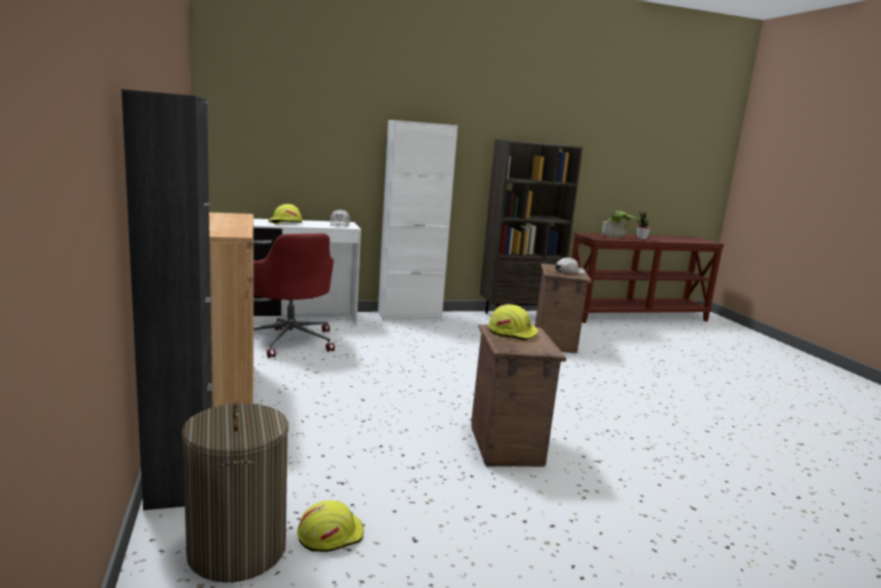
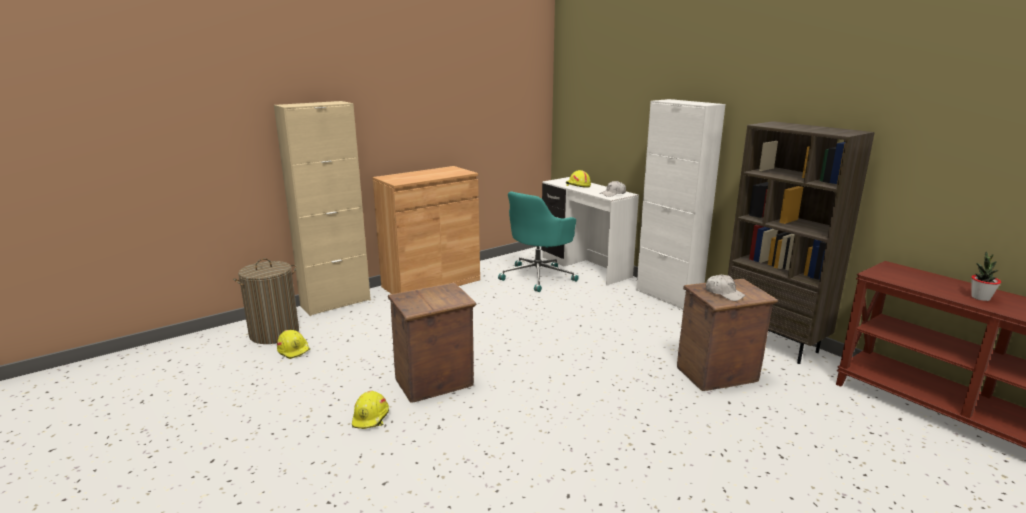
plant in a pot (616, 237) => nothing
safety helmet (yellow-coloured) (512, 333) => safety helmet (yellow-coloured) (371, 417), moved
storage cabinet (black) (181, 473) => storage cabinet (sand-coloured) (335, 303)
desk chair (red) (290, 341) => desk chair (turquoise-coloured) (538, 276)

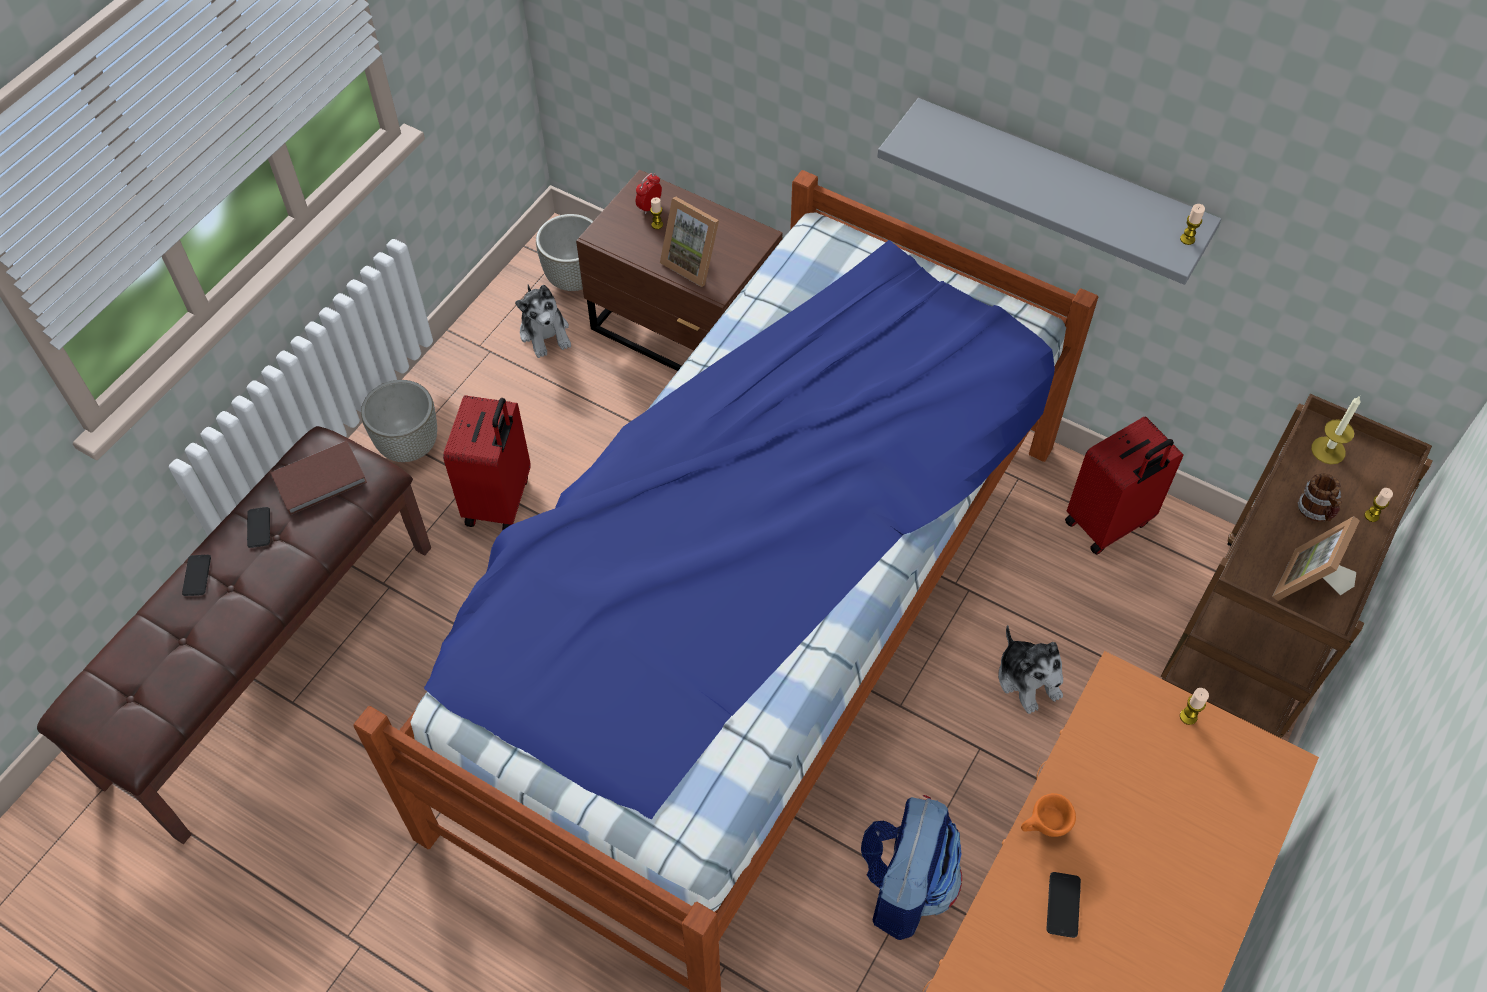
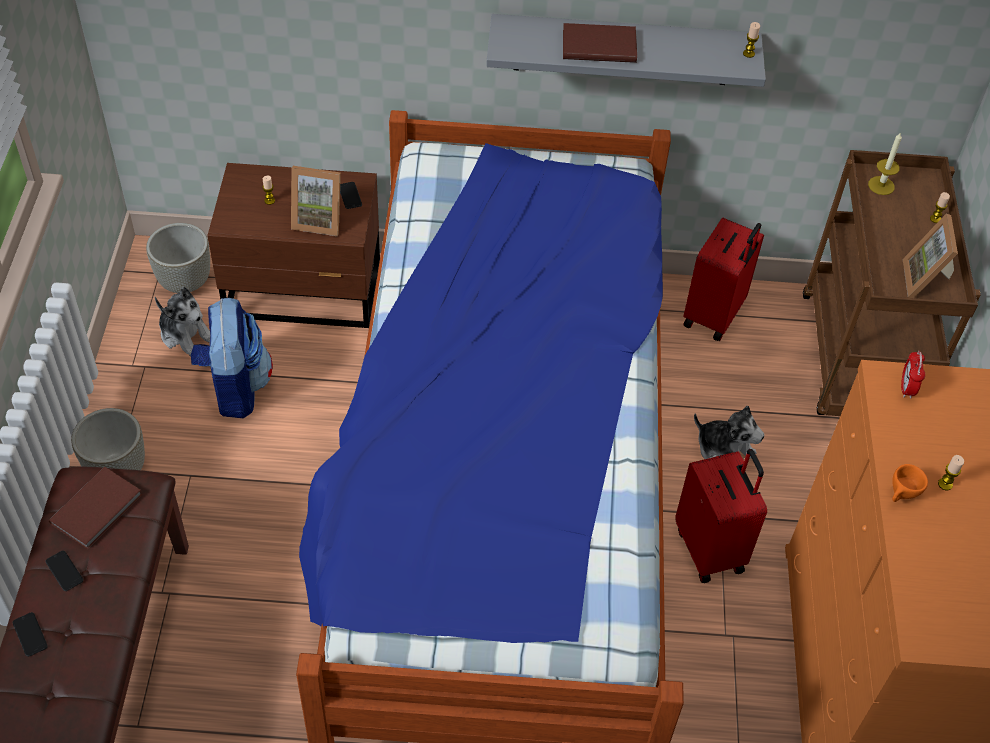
coffee mug (1316, 512) => nothing
nothing => volume (brown-coloured) (598, 45)
travel case (red) (500, 500) => travel case (red) (711, 549), moved
alarm clock (649, 206) => alarm clock (906, 388), moved
knapsack (904, 885) => knapsack (235, 387), moved
phone (1063, 905) => phone (350, 196), moved
wax light (1188, 716) => wax light (945, 484), moved

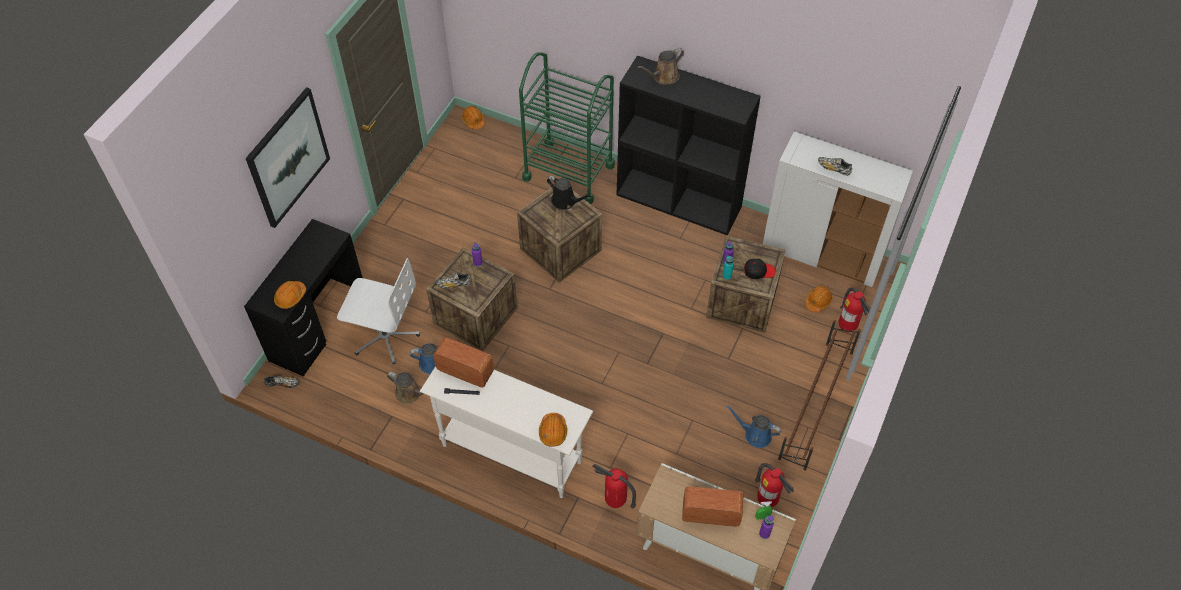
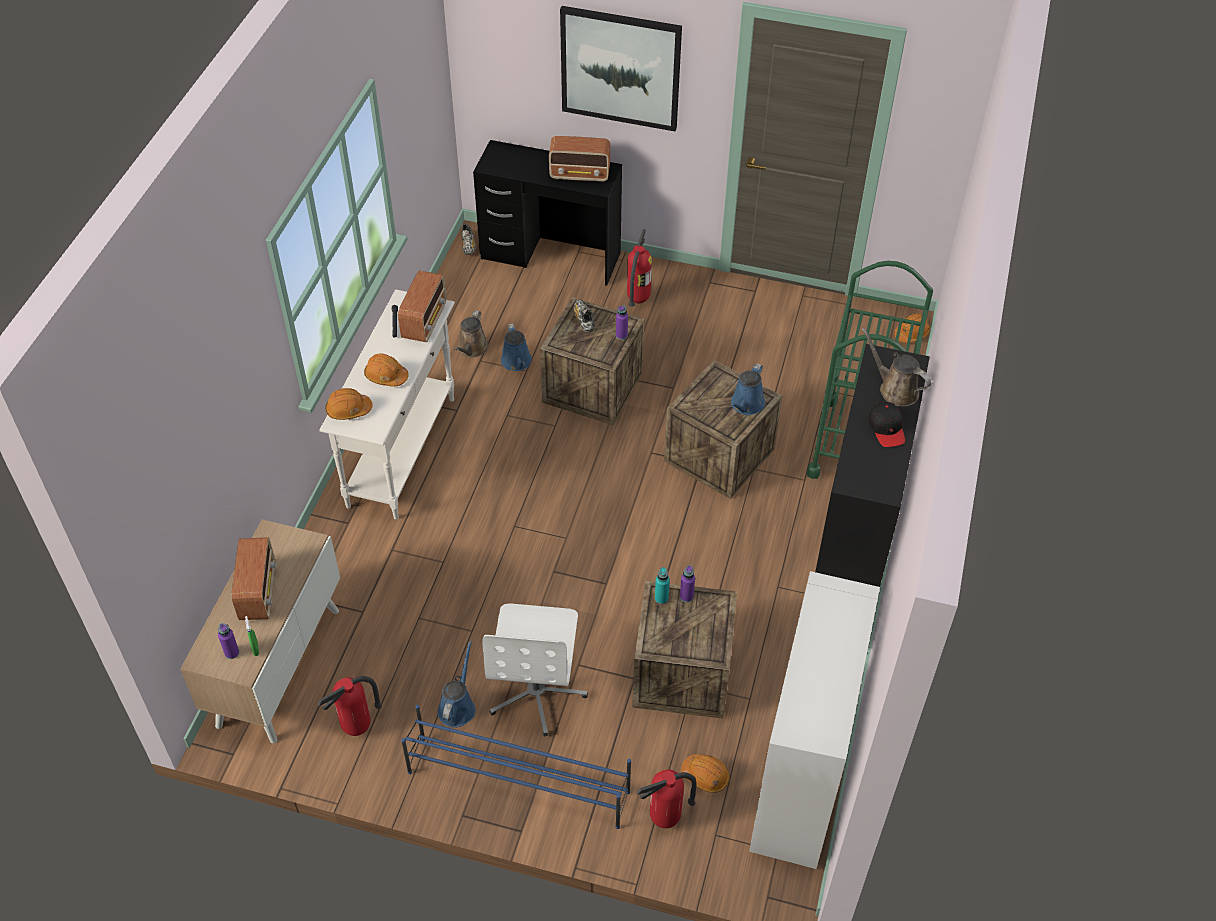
shoe (833, 169) => nothing
nothing => radio receiver (580, 174)
safety helmet (orangey) (290, 297) => safety helmet (orangey) (386, 376), moved
desk chair (whitish) (385, 336) => desk chair (whitish) (537, 692), moved
fire-fighting cylinder (615, 502) => fire-fighting cylinder (637, 299), moved
peaked cap (black) (758, 271) => peaked cap (black) (886, 428), moved
watering can (black) (565, 201) => watering can (bluish) (746, 405)
shoe rack (brown-coloured) (815, 405) => shoe rack (bluish) (517, 781)

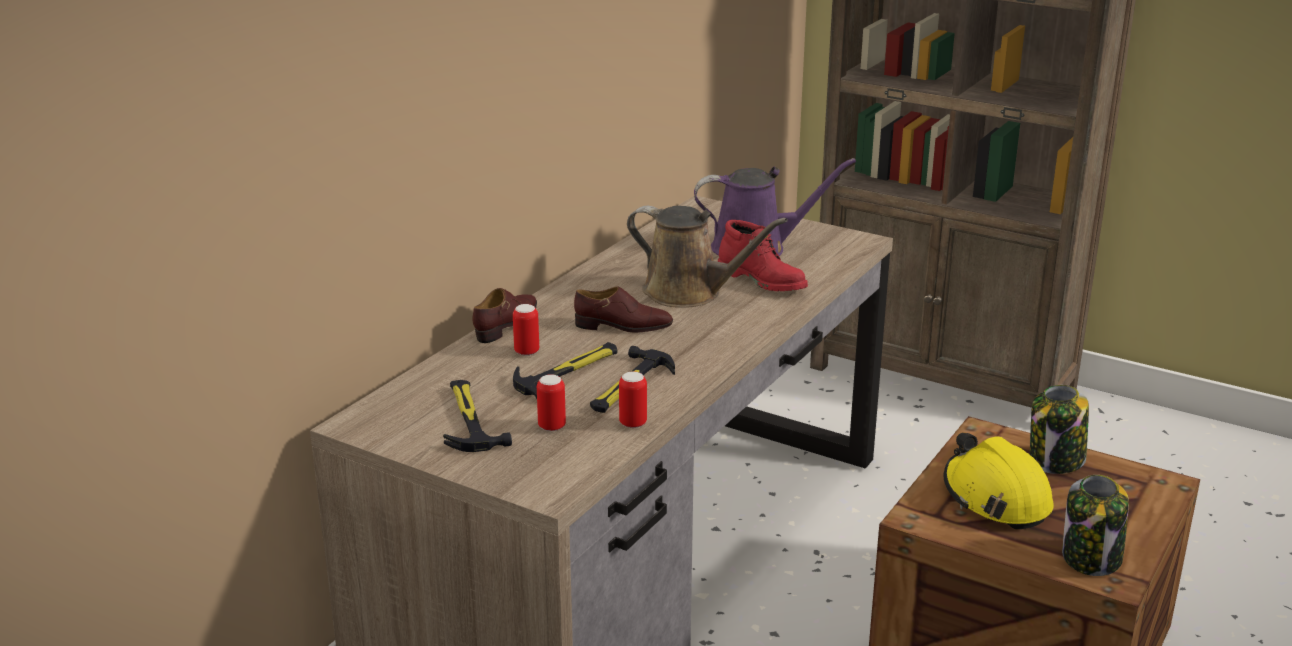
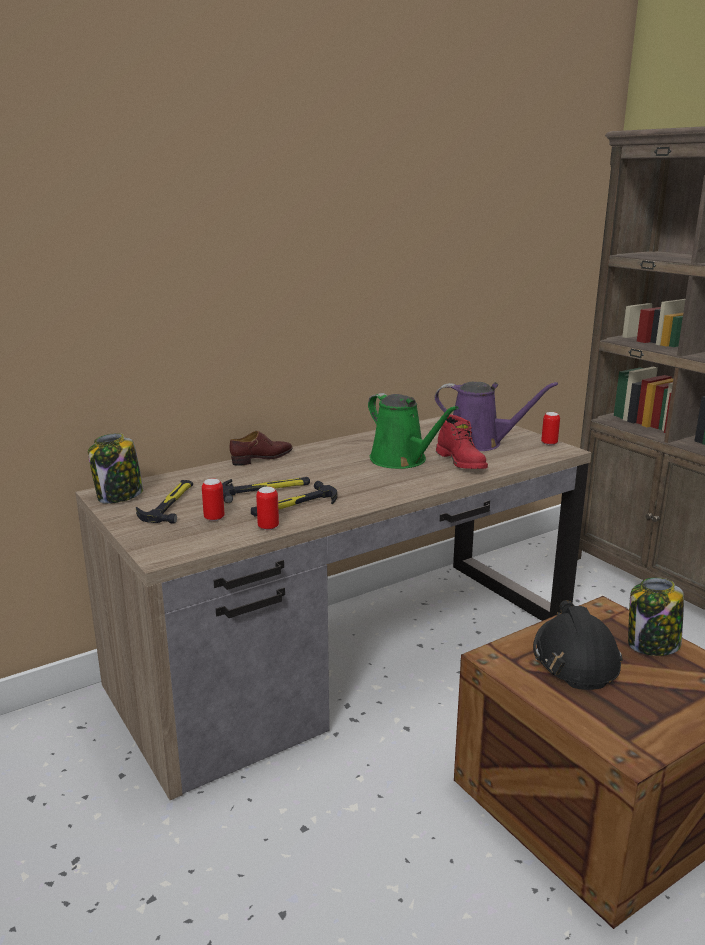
shoe (brown-coloured) (623, 326) => nothing
metal can (526, 352) => metal can (549, 443), moved
preserve jar (1091, 558) => preserve jar (119, 496), moved
watering can (brown-coloured) (689, 293) => watering can (green) (402, 460)
safety helmet (yellow-coloured) (995, 498) => safety helmet (black) (575, 659)

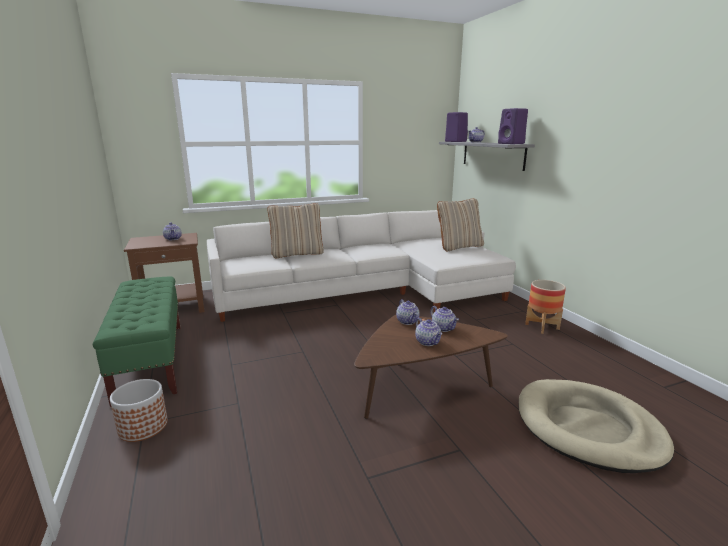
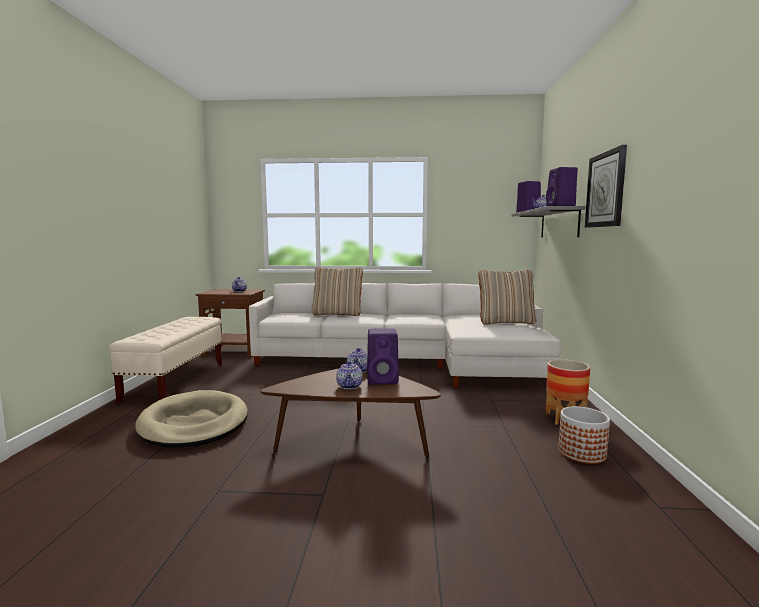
nothing => hanging clock (606, 190)
planter (143, 426) => planter (581, 453), moved
pet bed (sand-coloured) (588, 428) => pet bed (sand-coloured) (194, 424), moved
tea pot (444, 328) => speaker (purple) (383, 380)
bench (green) (151, 361) => bench (sand-coloured) (176, 381)

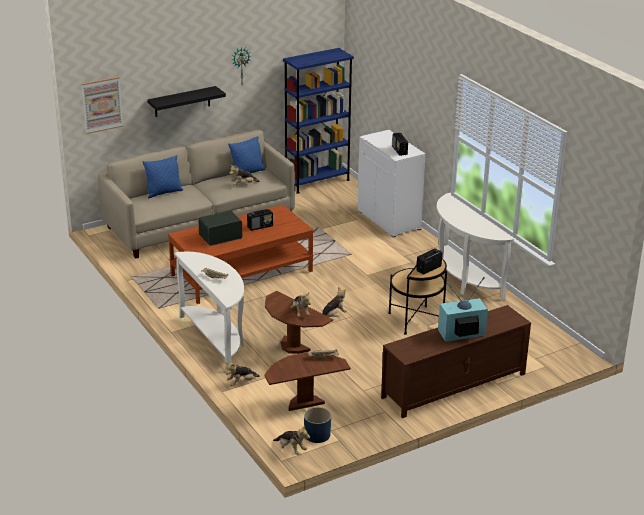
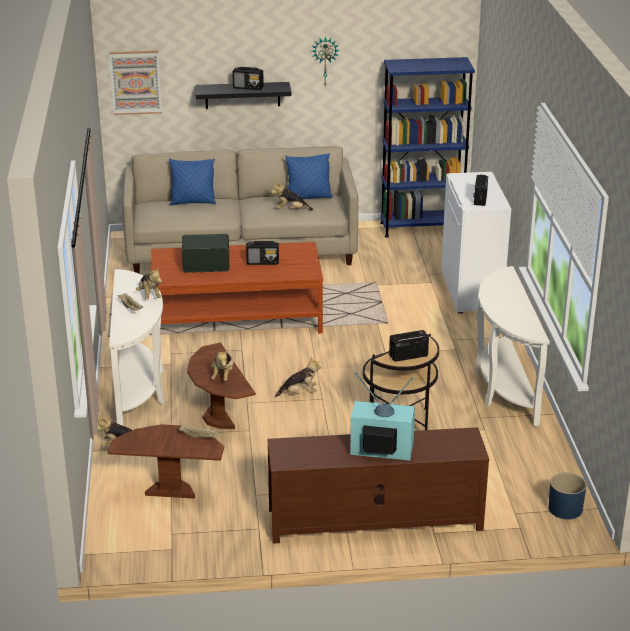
nothing => radio receiver (248, 87)
cuddly toy (291, 449) => cuddly toy (149, 295), moved
planter (bluish) (317, 435) => planter (bluish) (565, 509), moved

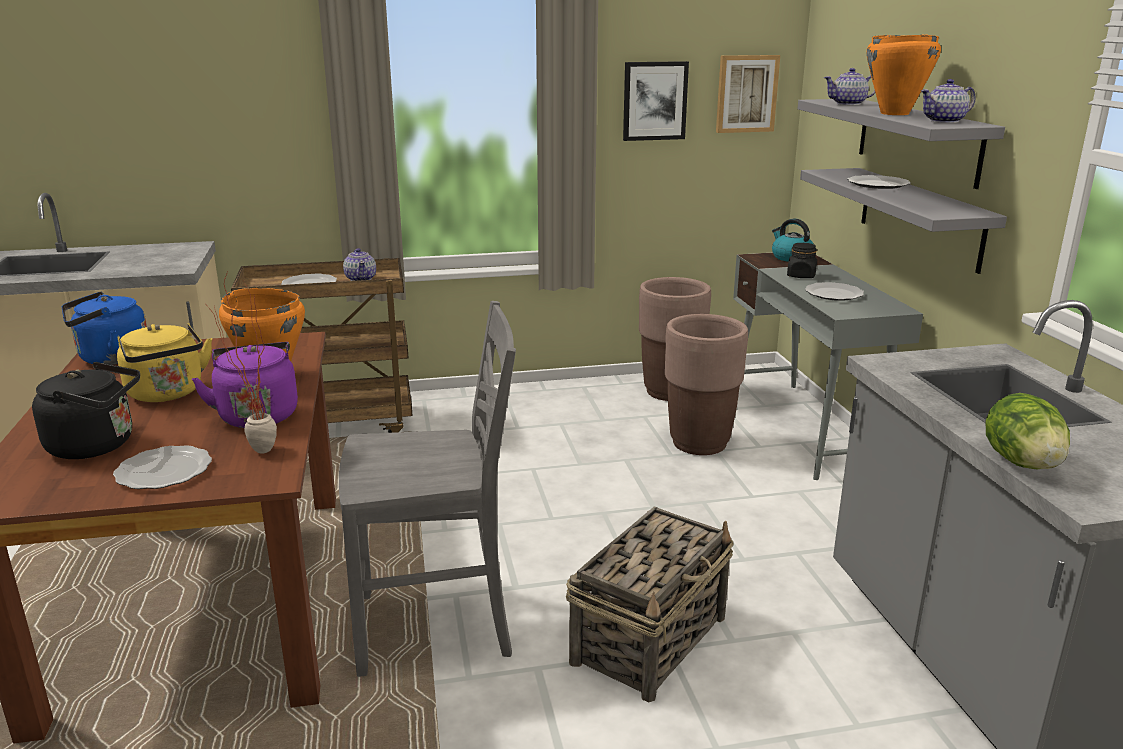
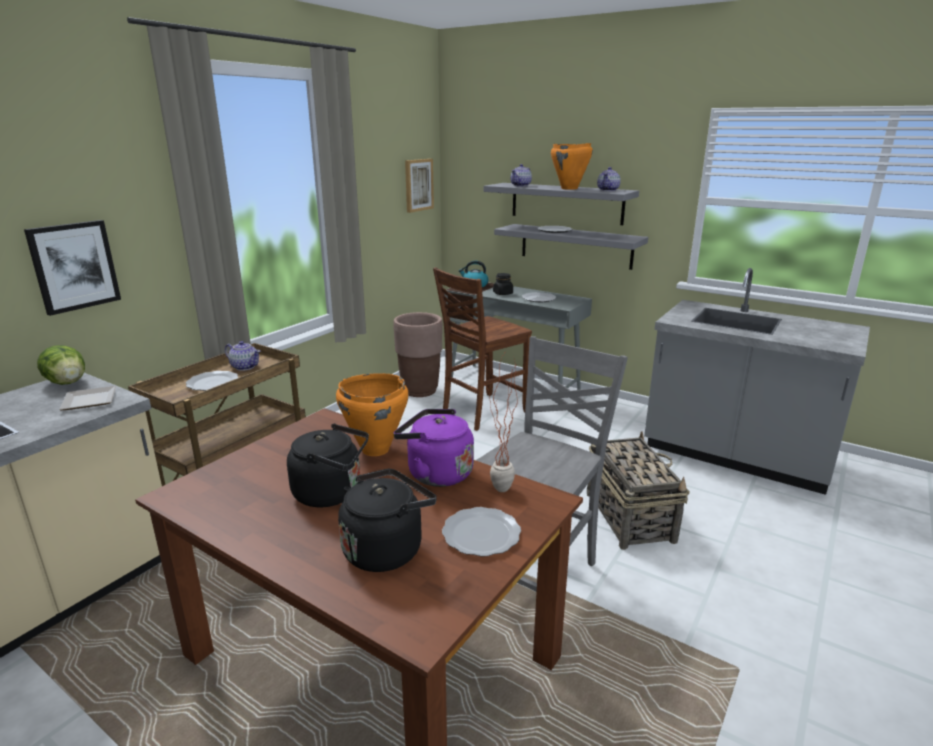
tea kettle (bluish) (110, 358) => nothing
nothing => plate (91, 400)
wall art (654, 101) => wall art (74, 266), moved
head of lettuce (1022, 463) => head of lettuce (67, 383), moved
planter (brown-coloured) (699, 443) => plain chair (brown-coloured) (482, 412)
tea kettle (yellow-coloured) (168, 394) => tea kettle (black) (332, 493)

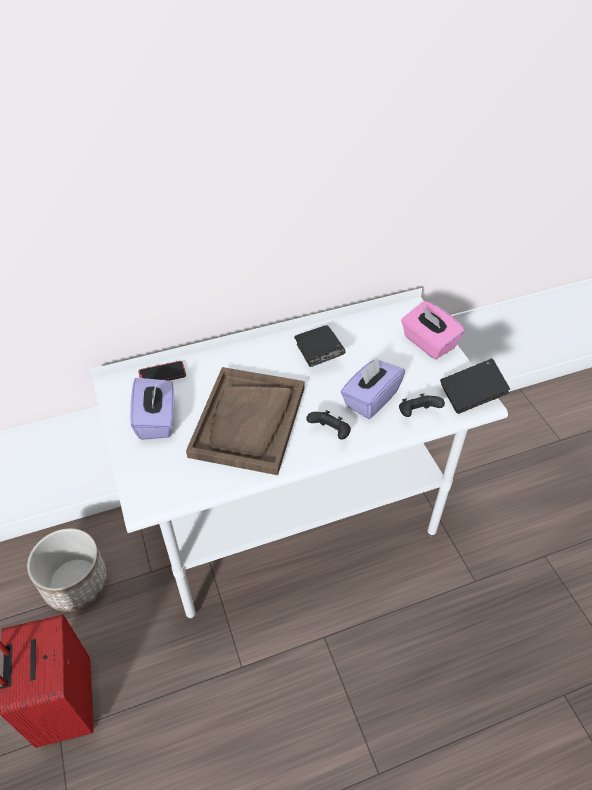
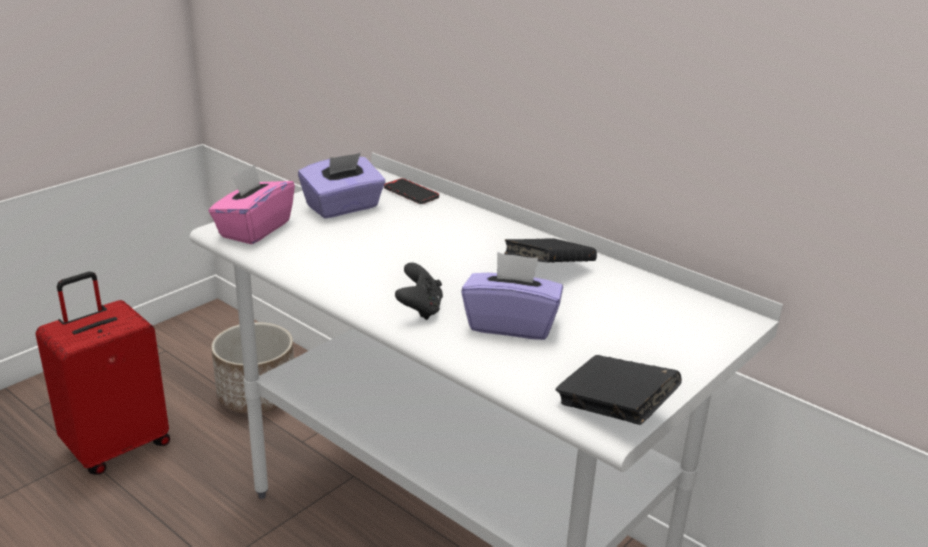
carrying tray (brown-coloured) (248, 422) => nothing
game controller (black) (417, 414) => nothing
tissue holder (pinkish) (428, 343) => tissue holder (pinkish) (254, 229), moved

